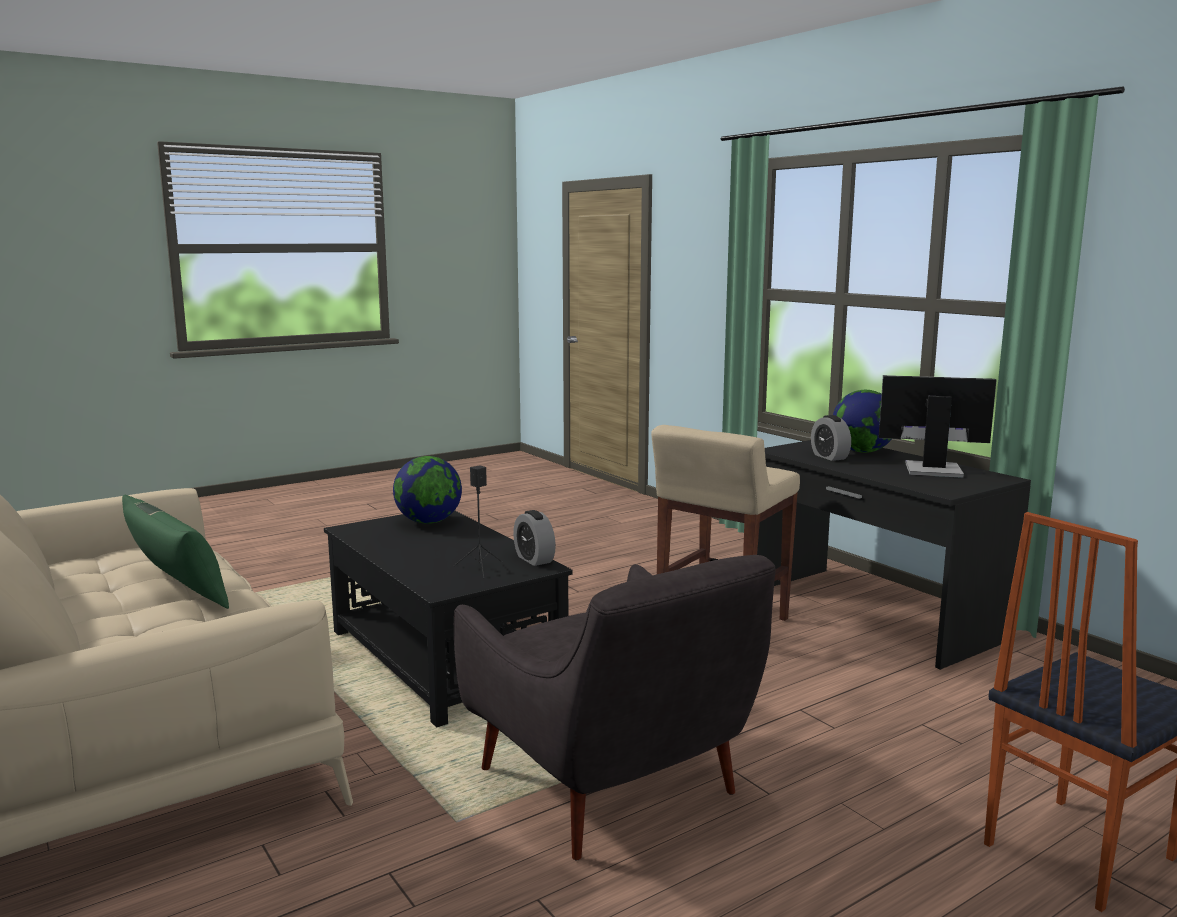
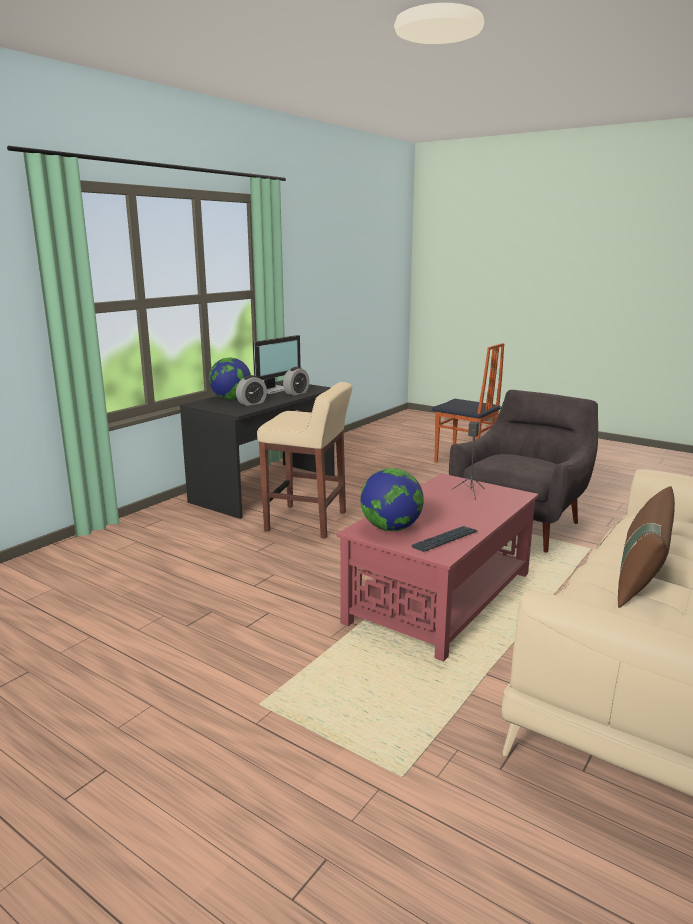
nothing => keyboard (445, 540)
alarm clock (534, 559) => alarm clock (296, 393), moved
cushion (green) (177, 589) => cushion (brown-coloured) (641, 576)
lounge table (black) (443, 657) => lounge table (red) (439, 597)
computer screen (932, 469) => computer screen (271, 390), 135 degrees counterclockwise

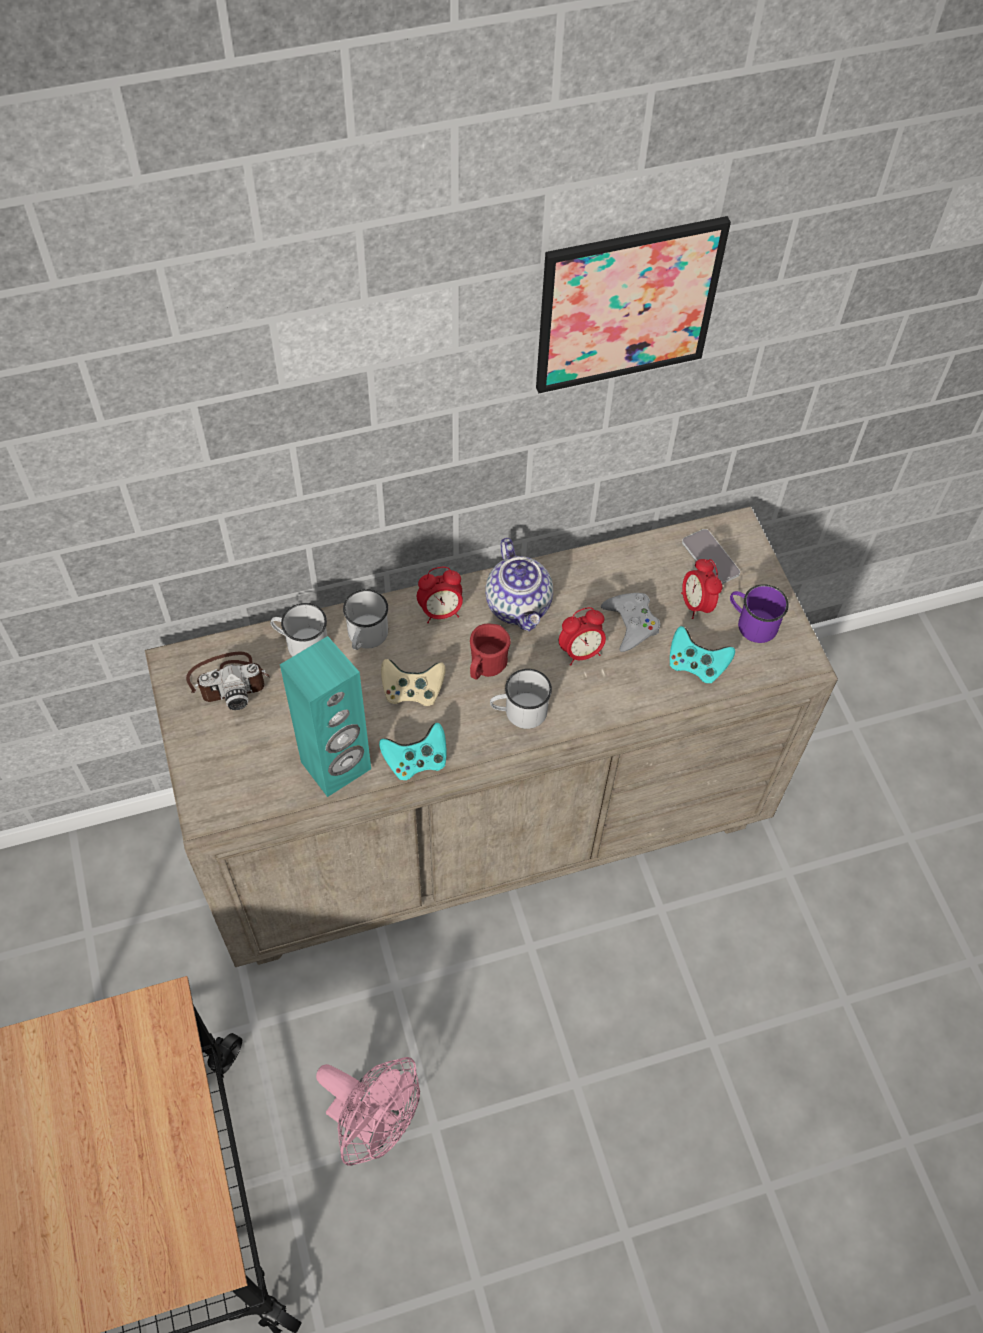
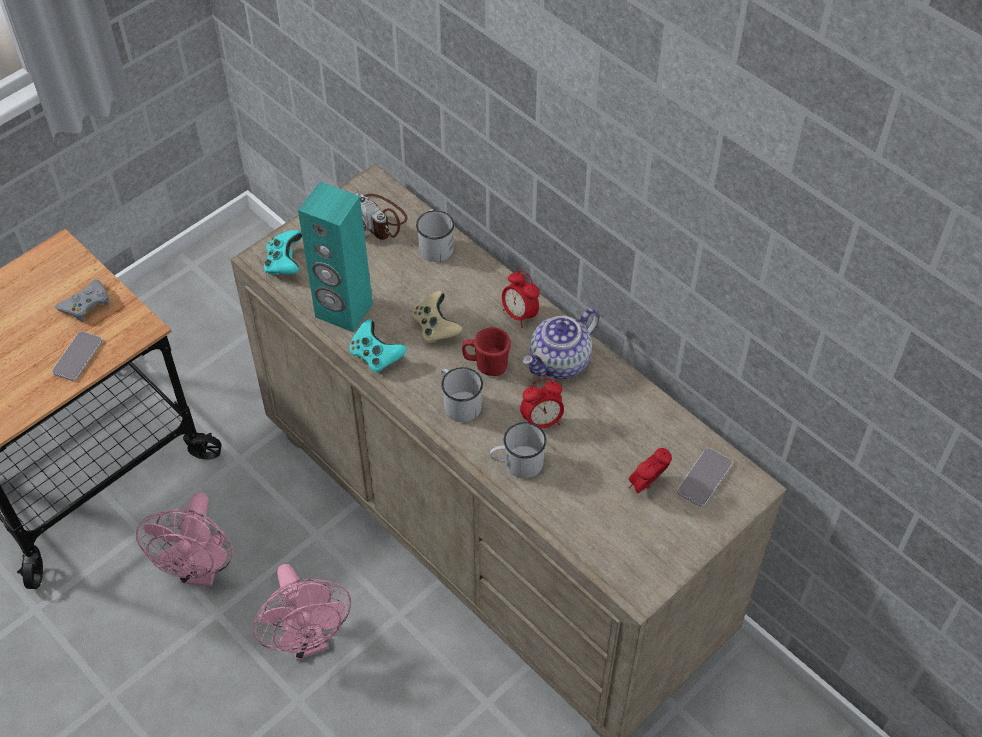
wall art (627, 305) => nothing
coffee mug (purple) (751, 623) => nothing
nothing => phone (77, 357)
nothing => fan (pinkish) (308, 640)
coffee mug (whitish) (365, 637) => coffee mug (whitish) (517, 463), moved
game controller (grey) (631, 624) => game controller (grey) (86, 304), moved
game controller (turquoise-coloured) (696, 665) => game controller (turquoise-coloured) (284, 263), moved
alarm clock (581, 652) => alarm clock (542, 421), 60 degrees counterclockwise

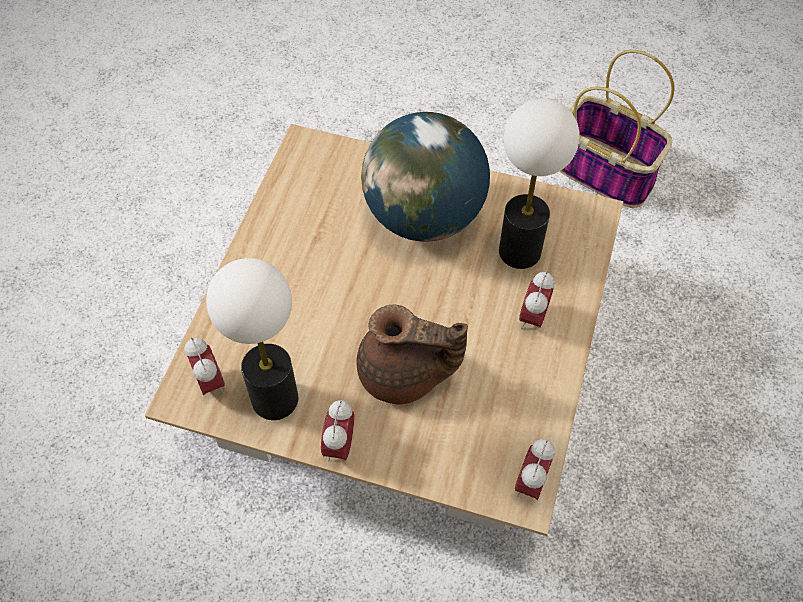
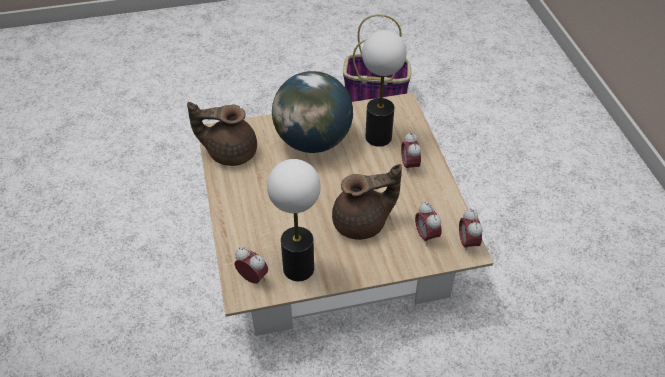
nothing => tea pot (brown-coloured) (230, 152)
alarm clock (339, 445) => alarm clock (426, 236), moved

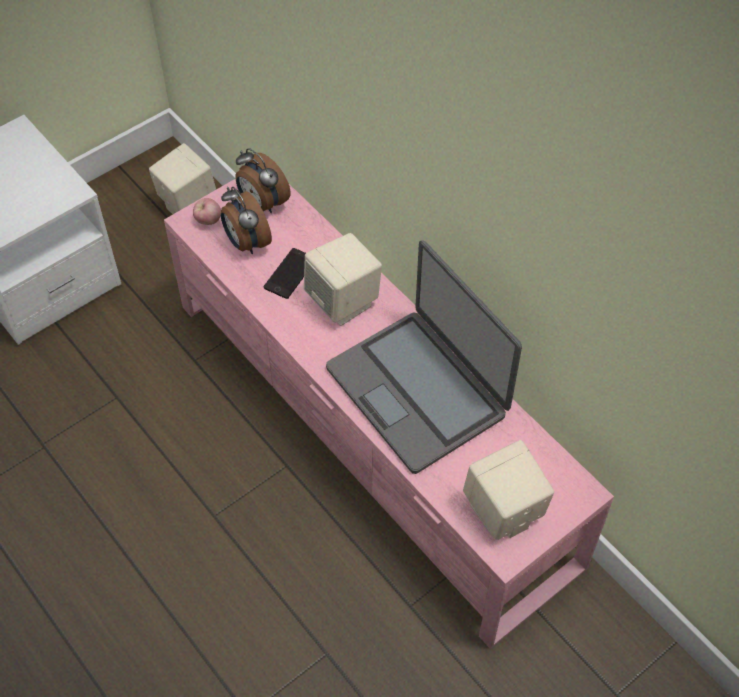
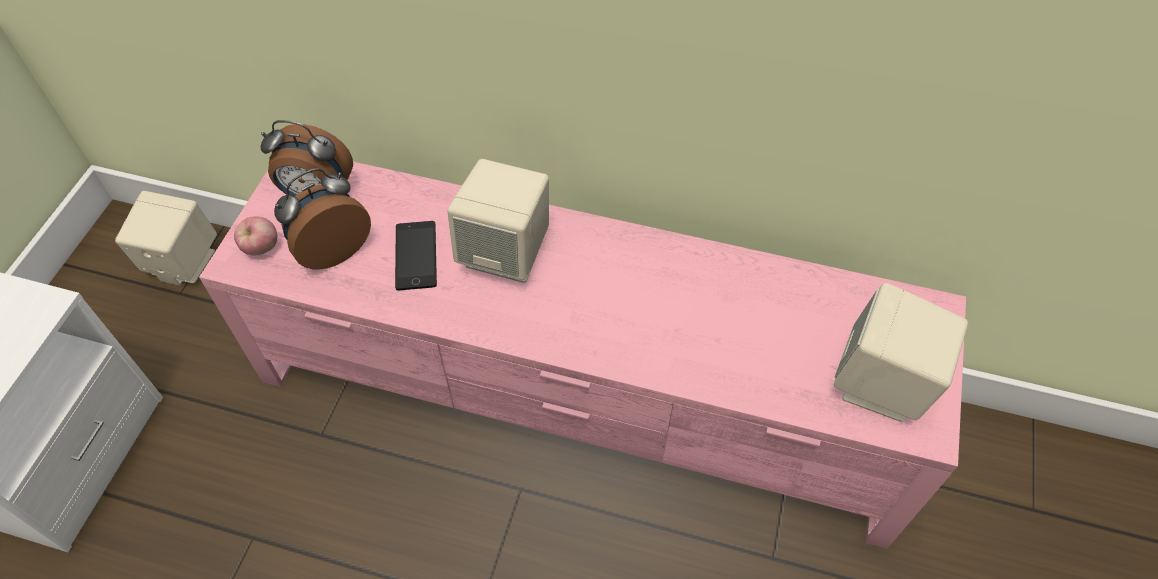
portable computer (418, 390) => nothing
alarm clock (246, 243) => alarm clock (332, 249), 120 degrees clockwise

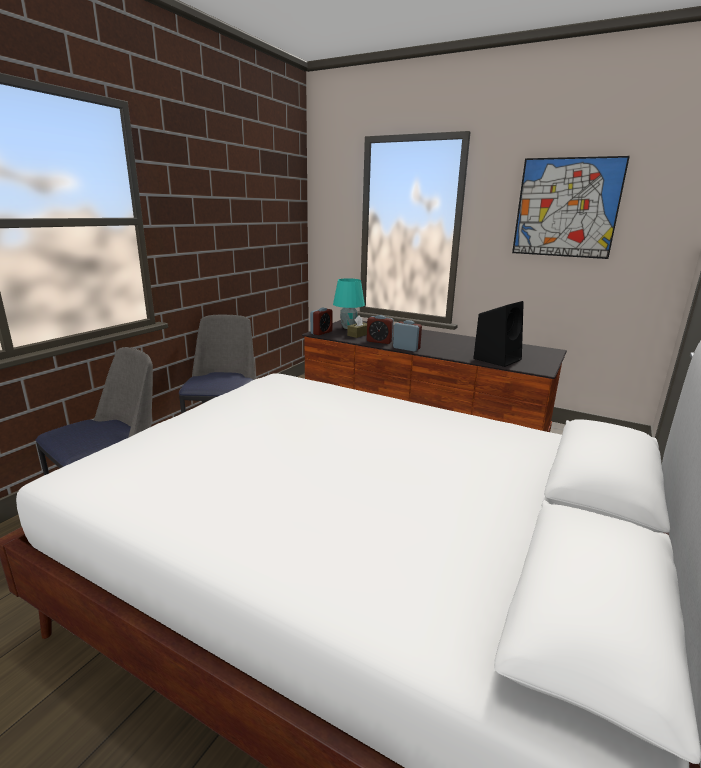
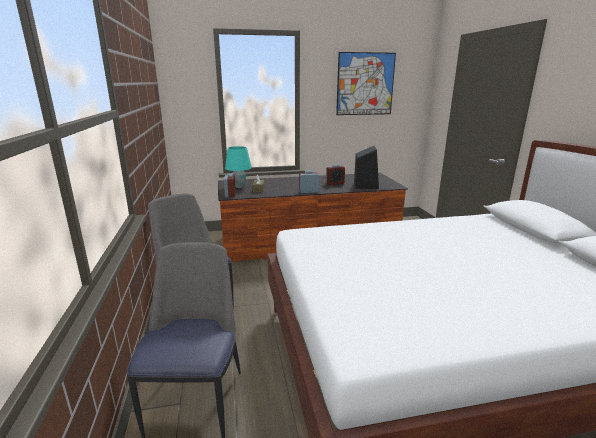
alarm clock (379, 341) => alarm clock (334, 183), moved

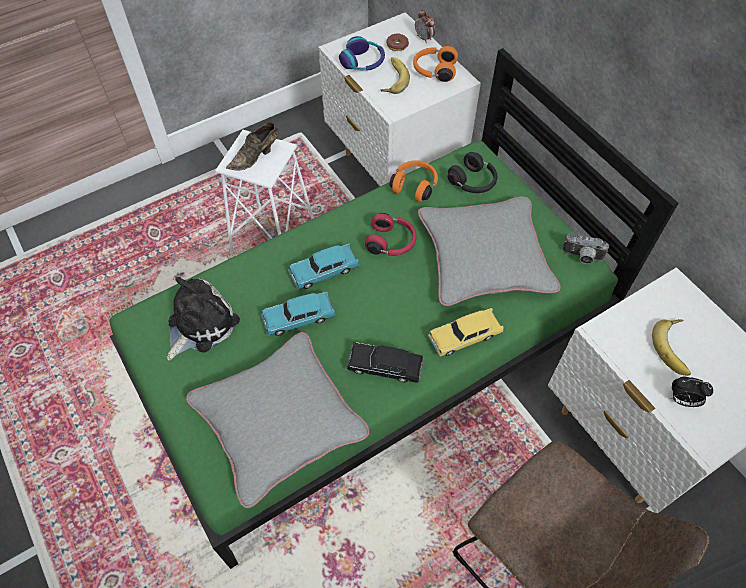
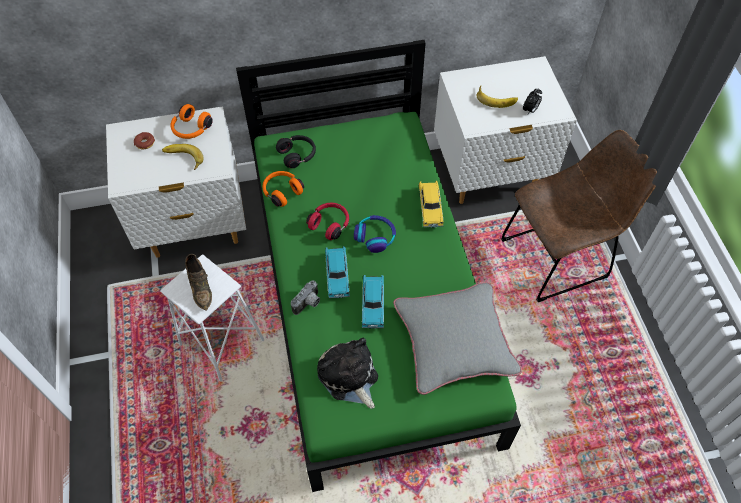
model car (black) (385, 367) => nothing
alarm clock (424, 38) => nothing
cushion (grey) (484, 257) => nothing
pair of headphones (363, 62) => pair of headphones (375, 236), moved
still camera (582, 257) => still camera (308, 304), moved

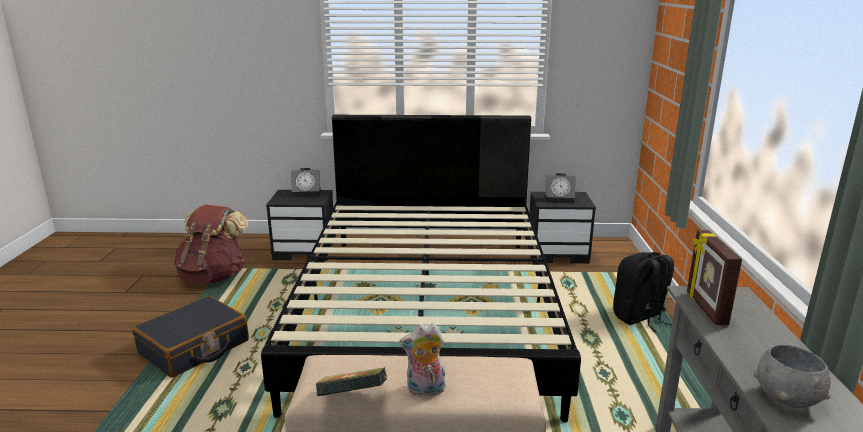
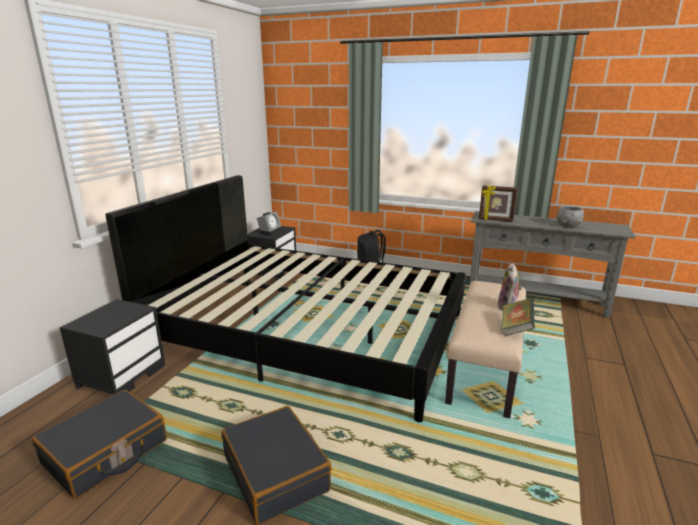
alarm clock (307, 193) => nothing
knapsack (brown-coloured) (214, 277) => travel case (black) (106, 453)

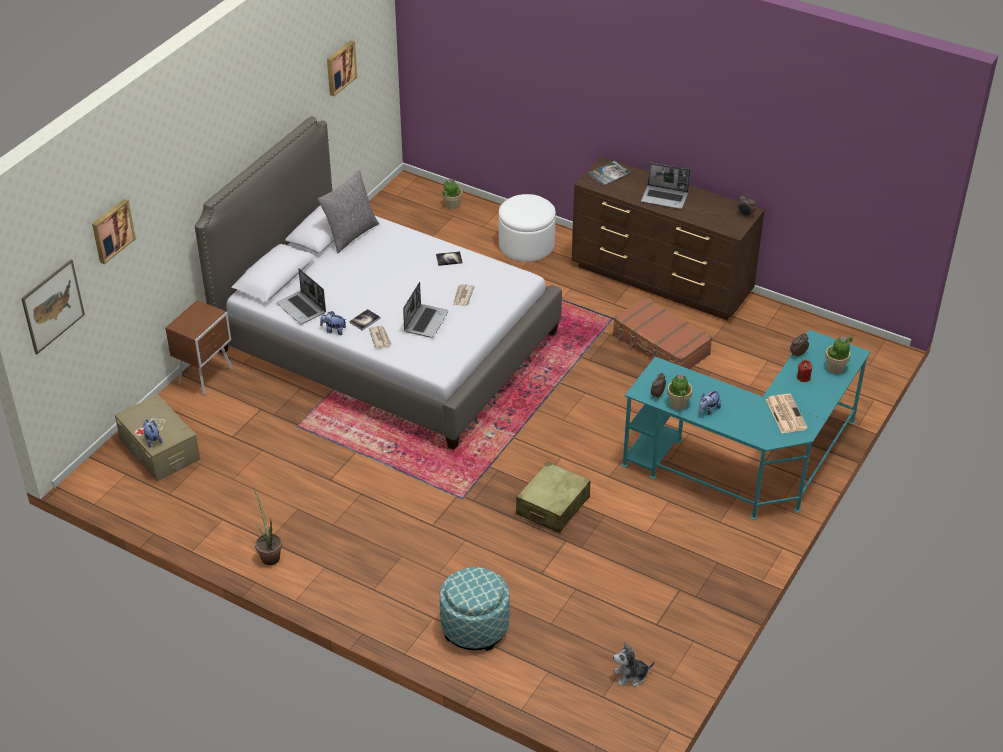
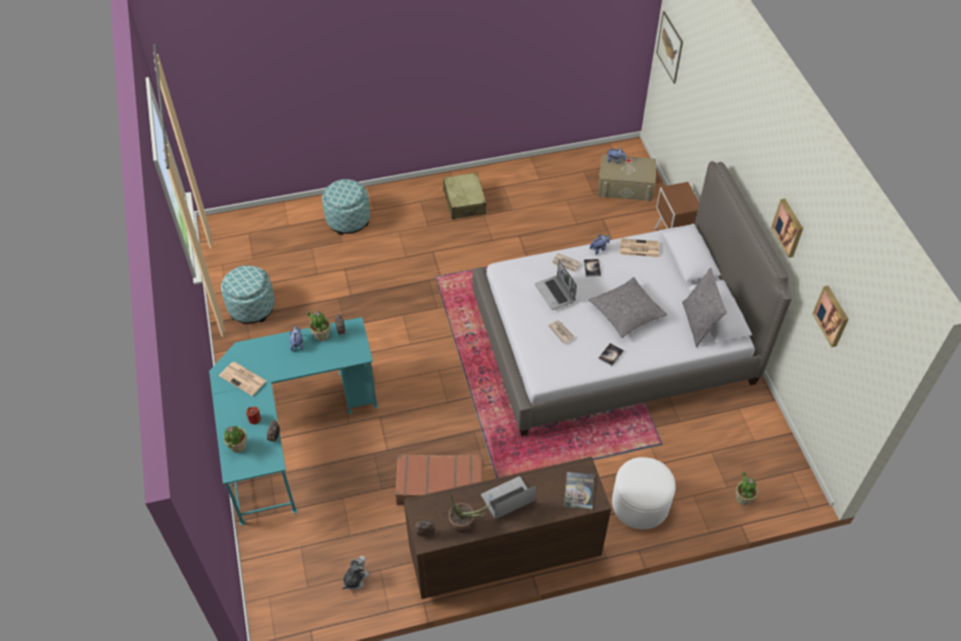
nothing => pouffe (251, 307)
nothing => cushion (grey) (626, 312)
wall art (112, 230) => wall art (789, 227), moved
plant in a pot (269, 555) => plant in a pot (465, 526), moved
travel case (sand-coloured) (552, 506) => travel case (sand-coloured) (464, 202), moved
cuddly toy (631, 676) => cuddly toy (355, 579), moved
portable computer (302, 308) => printed paper (638, 248)

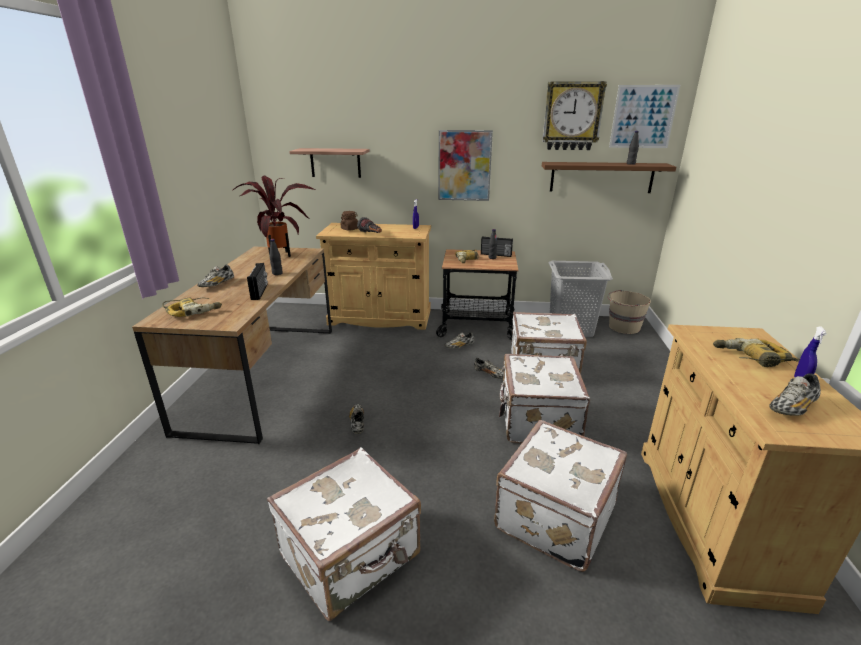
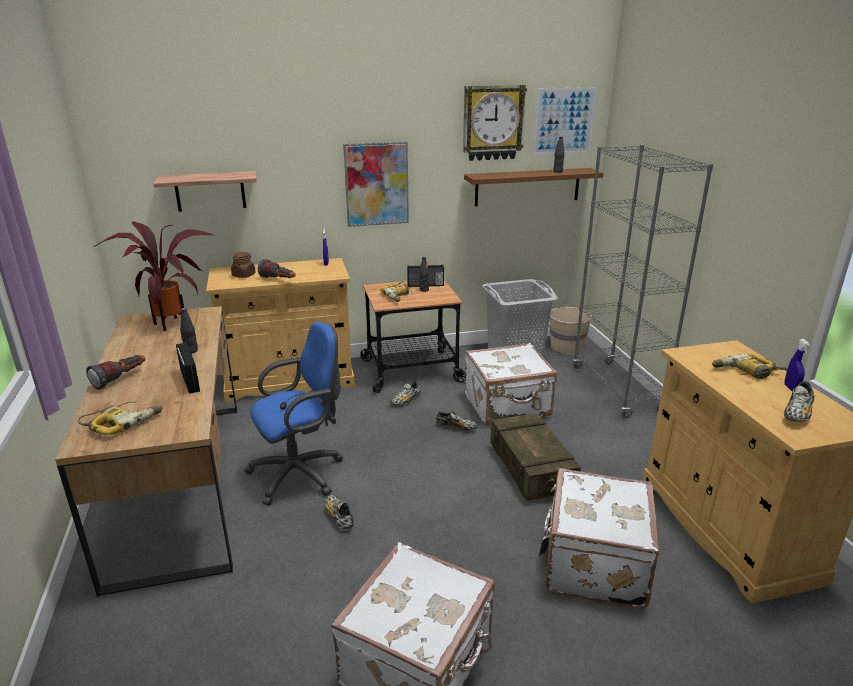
nothing => desk chair (bluish) (301, 473)
nothing => bookshelf (grey) (616, 389)
shoe (217, 284) => torch (121, 379)
travel case (whitish) (536, 421) => crate (531, 469)

